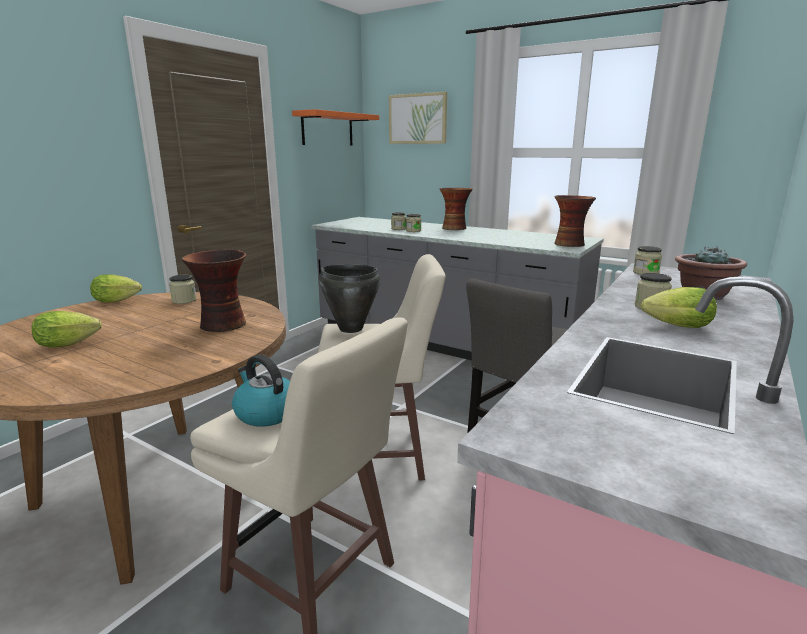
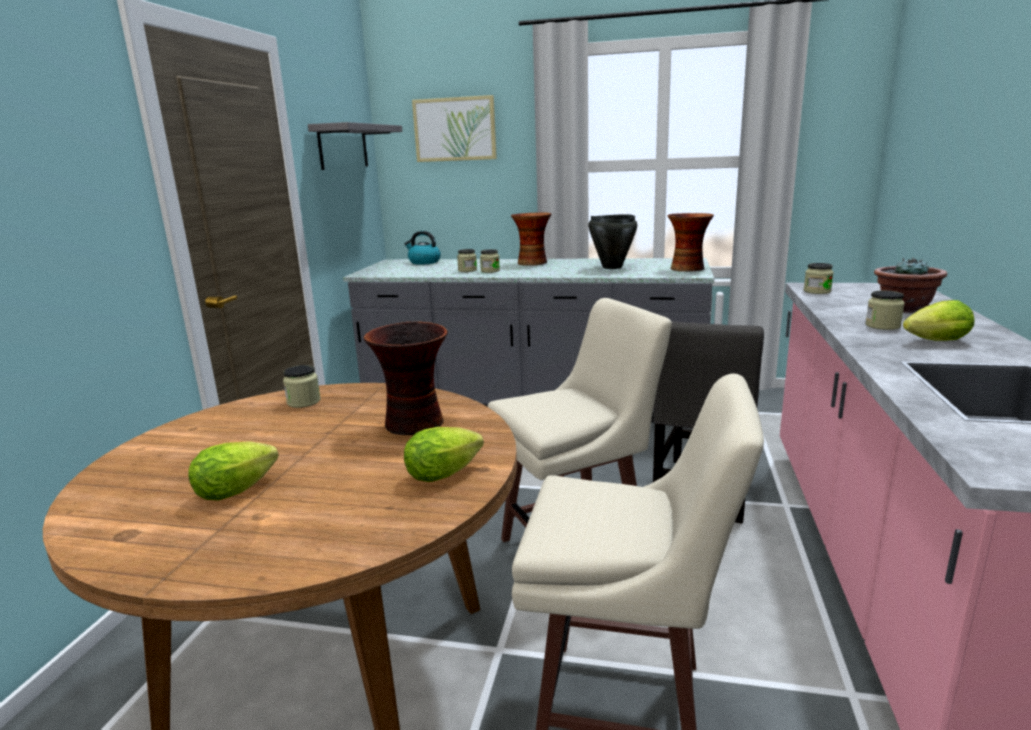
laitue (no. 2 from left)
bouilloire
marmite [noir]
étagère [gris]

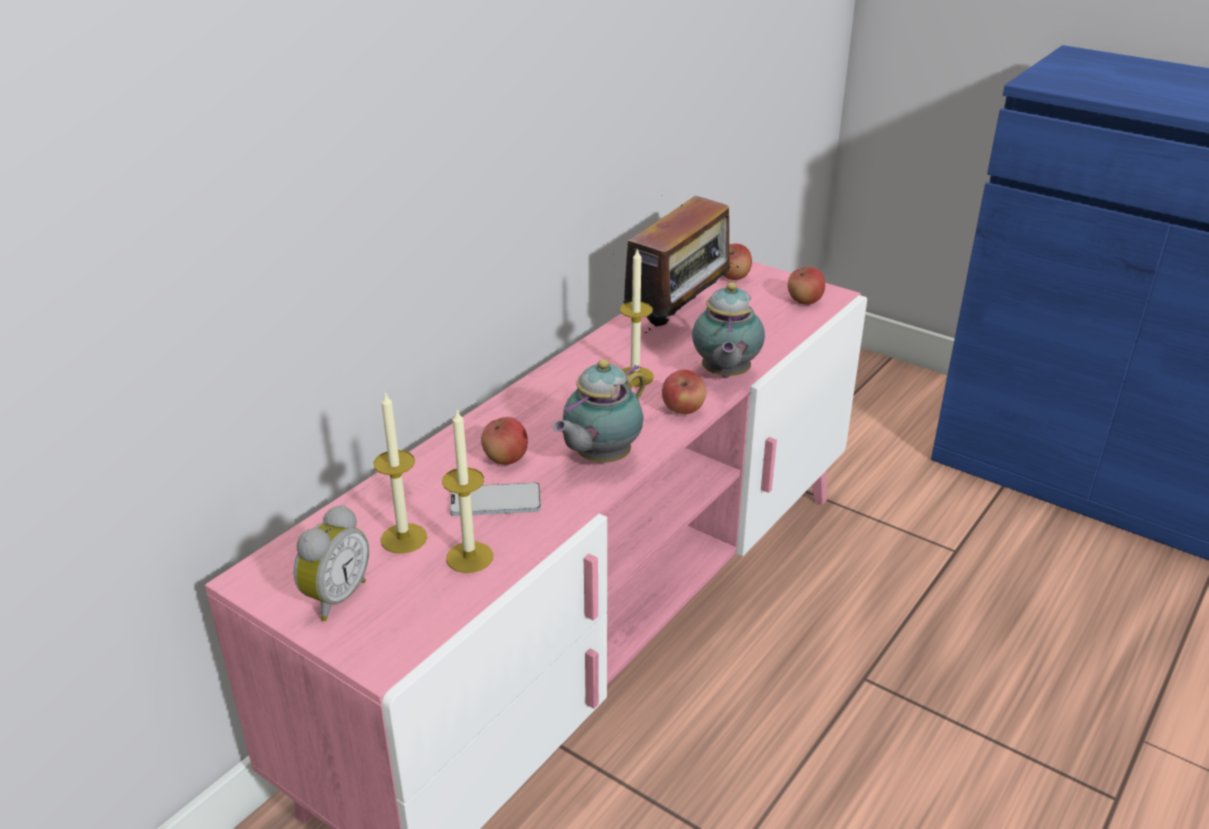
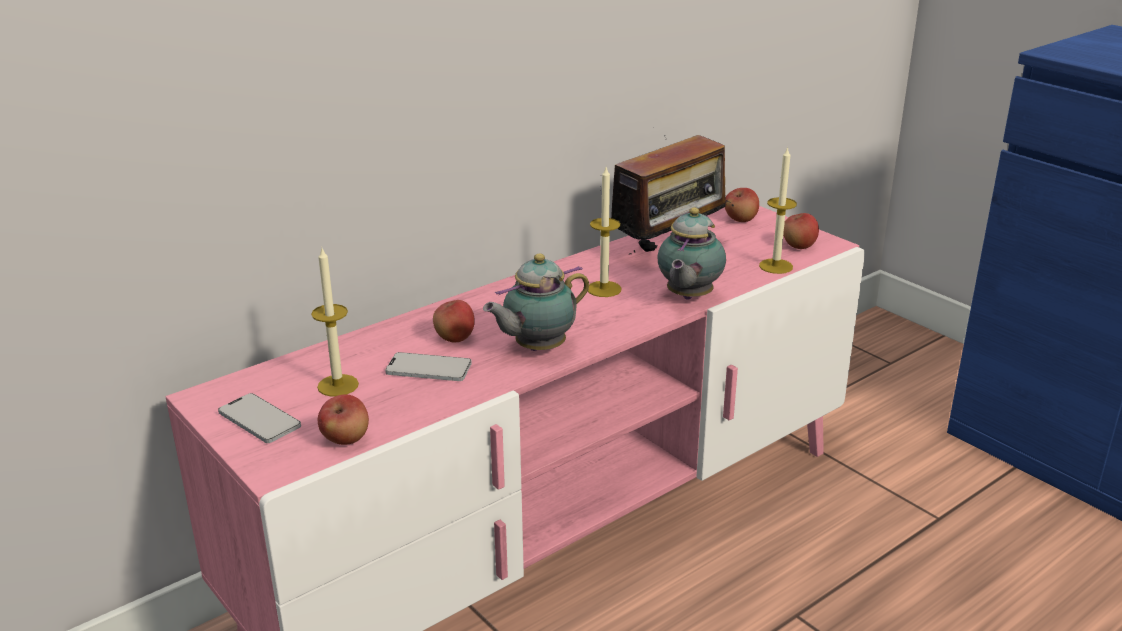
bougie (no. 3 from left)
pomme (no. 1 from left)
téléphone (no. 1 from left)

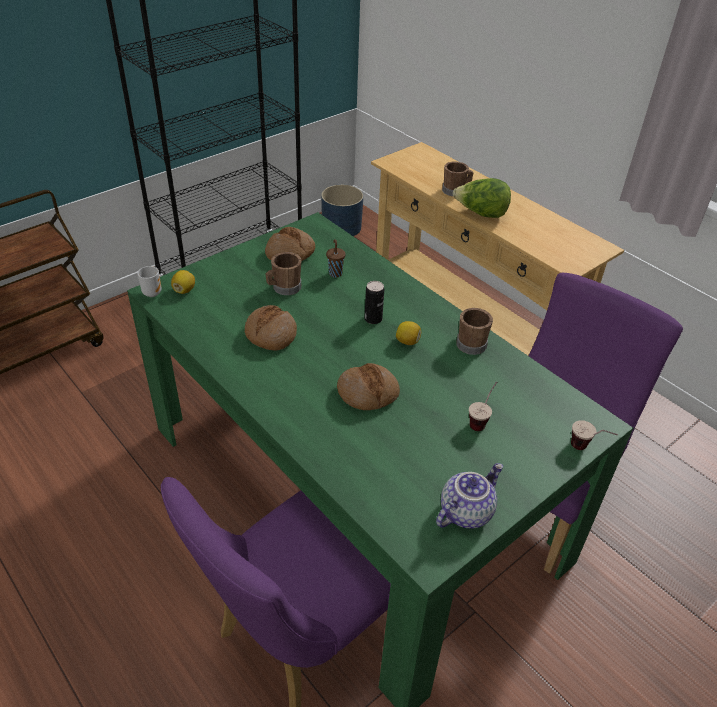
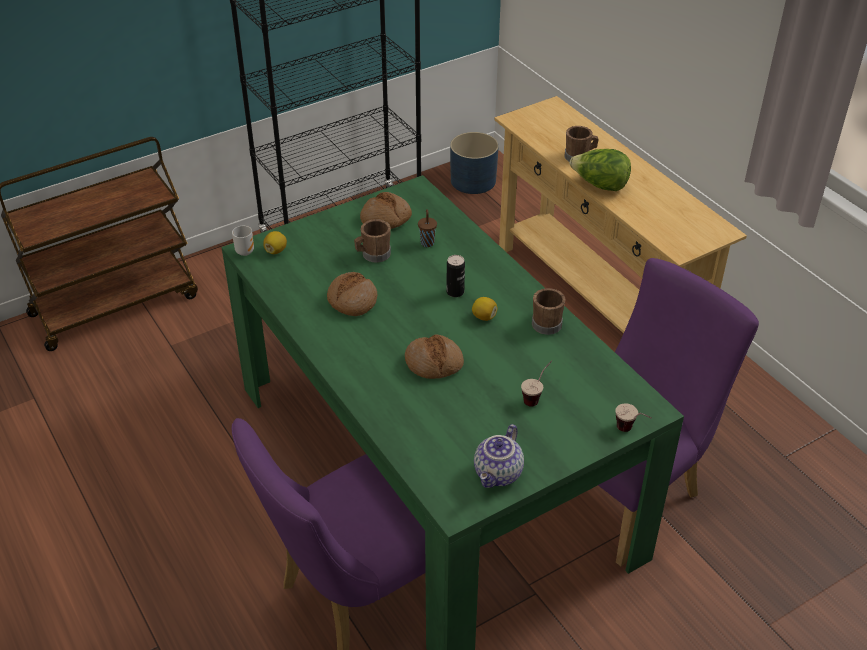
théière

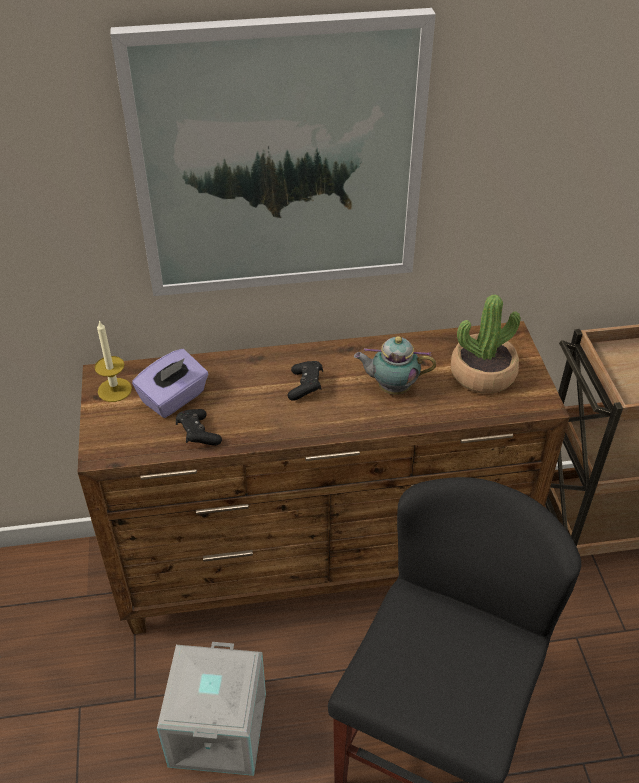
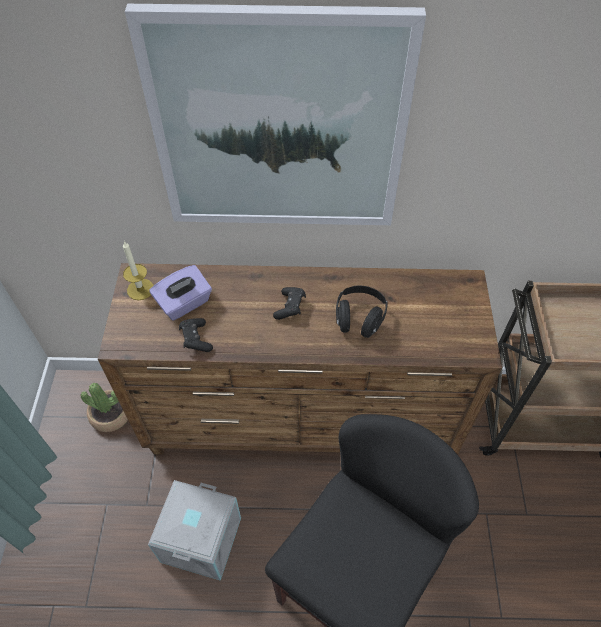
plante en pot
casque audio [noir]

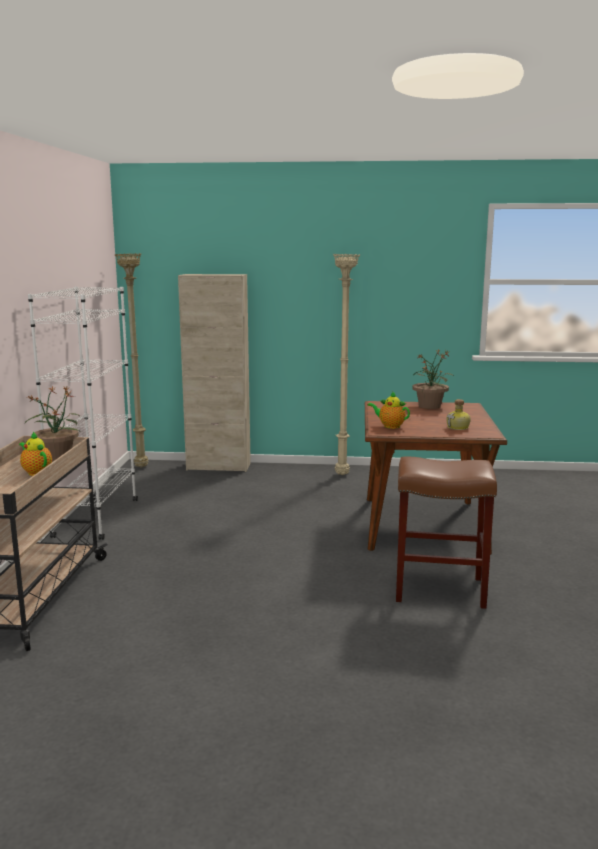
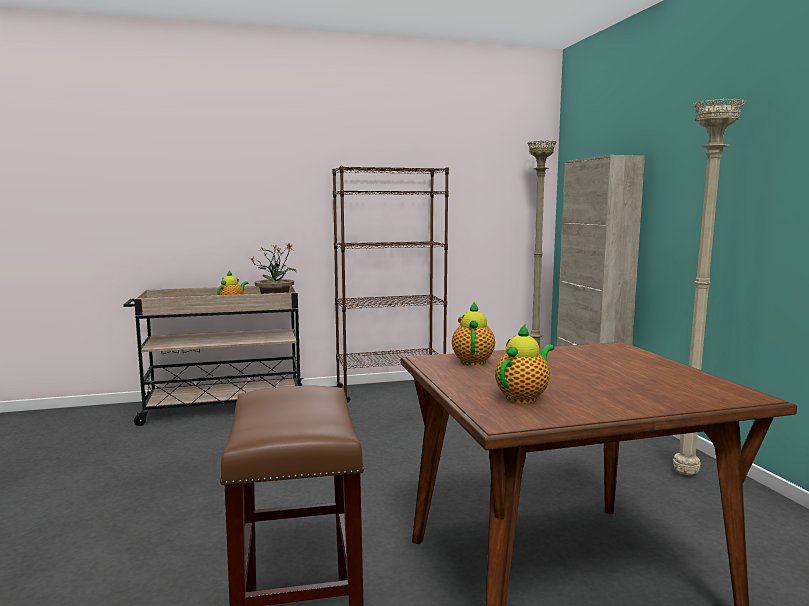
plante en pot (no. 2 from left in the first image)
théière (no. 3 from left)
bibliothèque [marron]

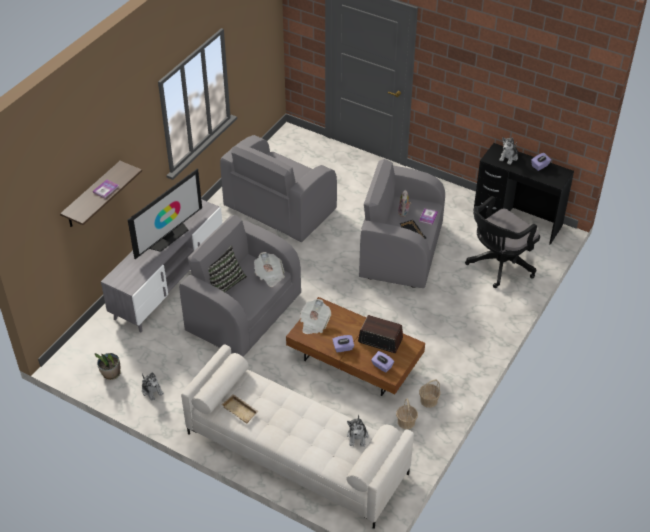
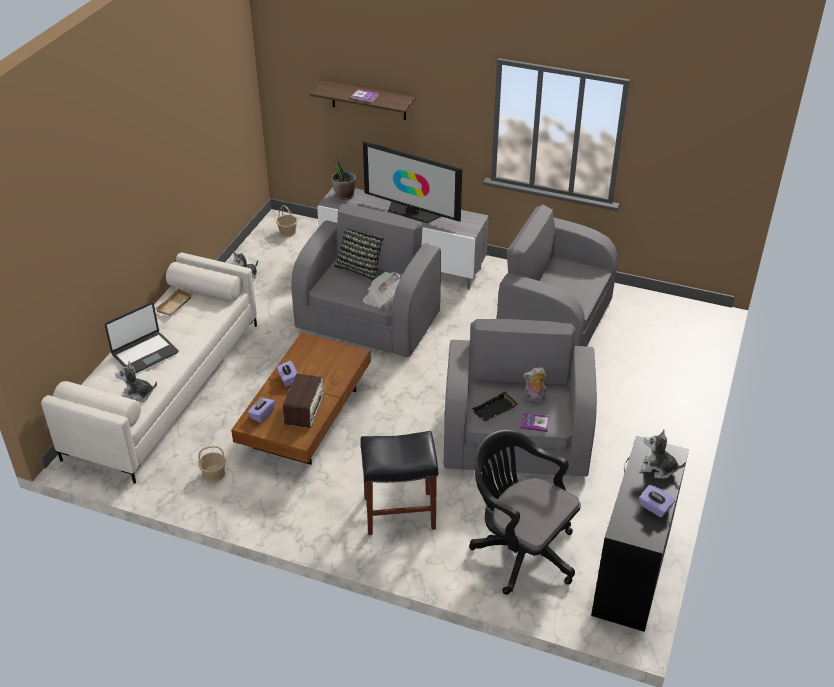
journal (no. 2 from left in the first image)
ordinateur portable
tabouret [noir]
plante en pot
panier (no. 2 from left)

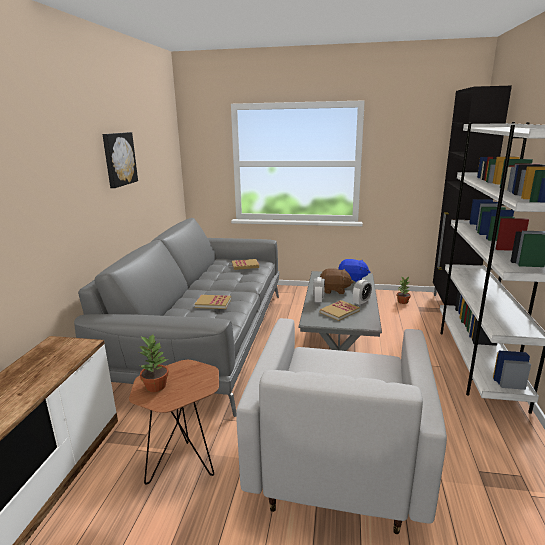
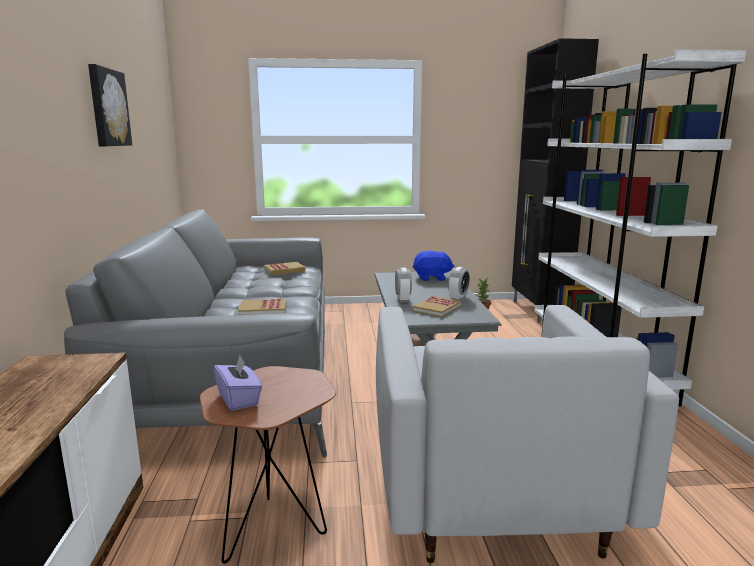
peluche [marron]
boîte à mouchoirs [violet]

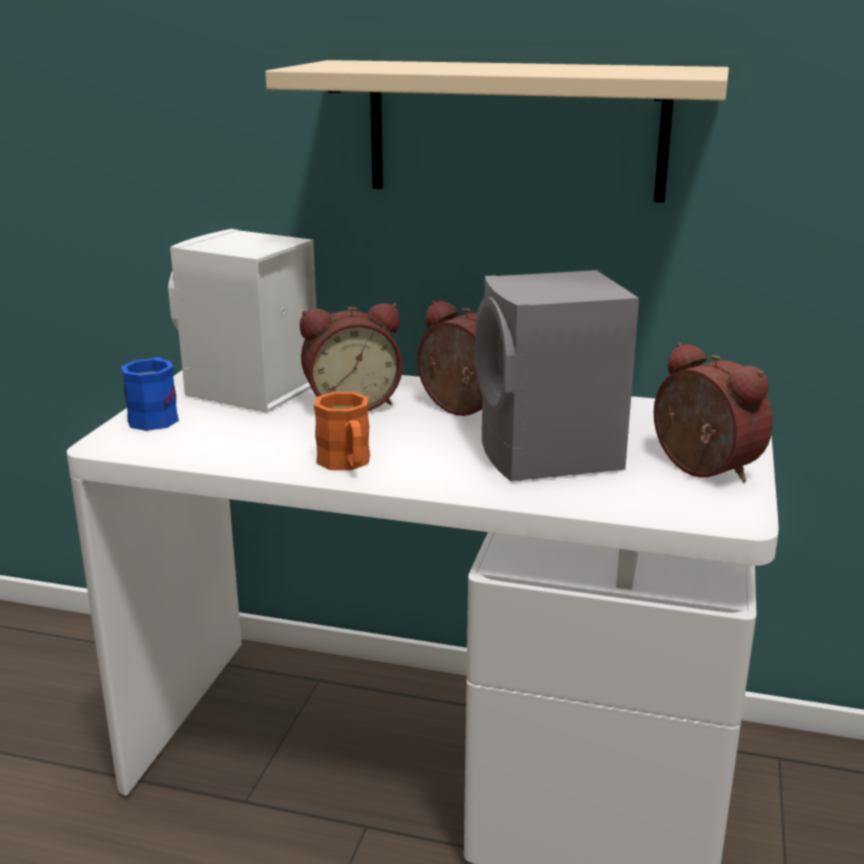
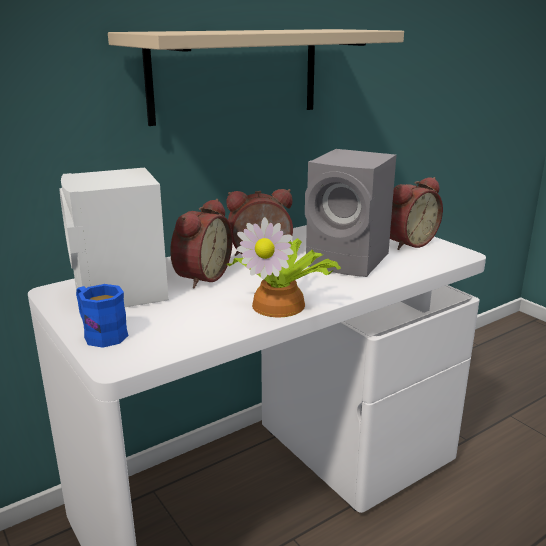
plante en pot
réveil (no. 3 from left)

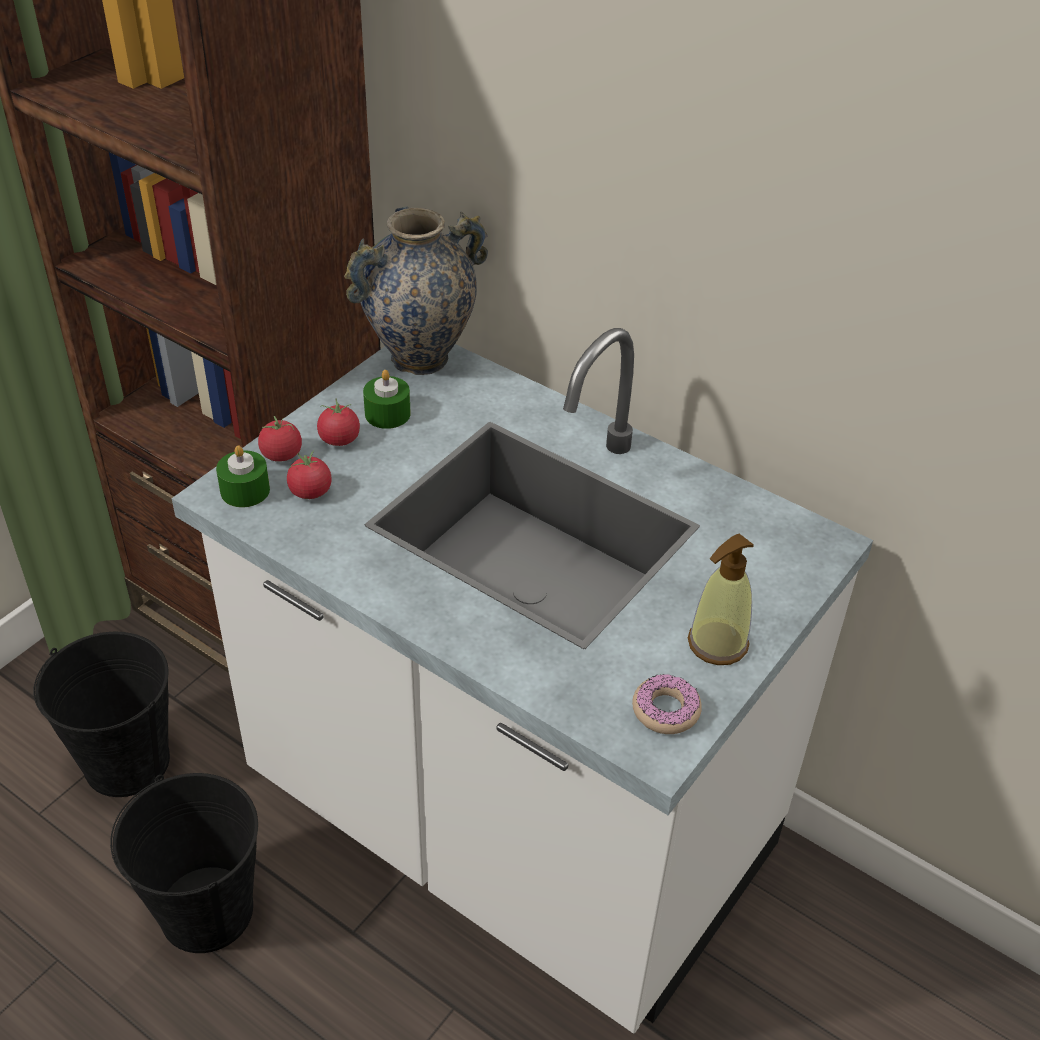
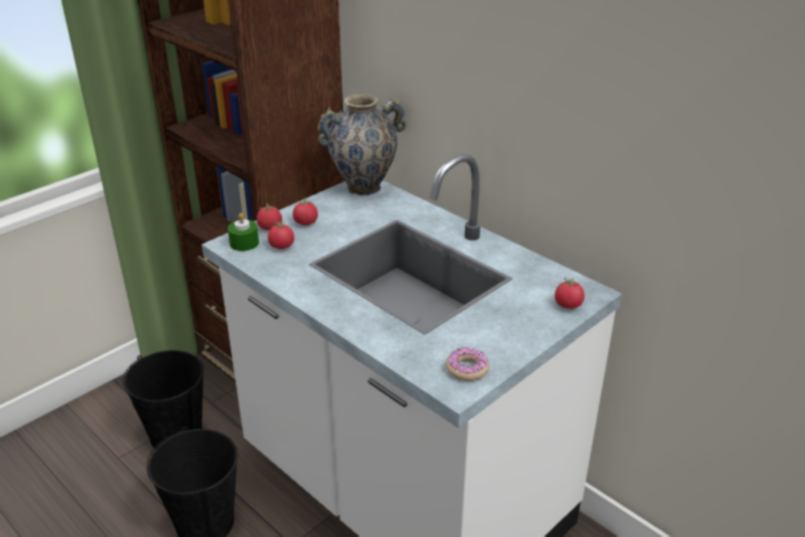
bougie [vert] (no. 2 from left in the first image)
distributeur de savon
tomate (no. 4 from left)

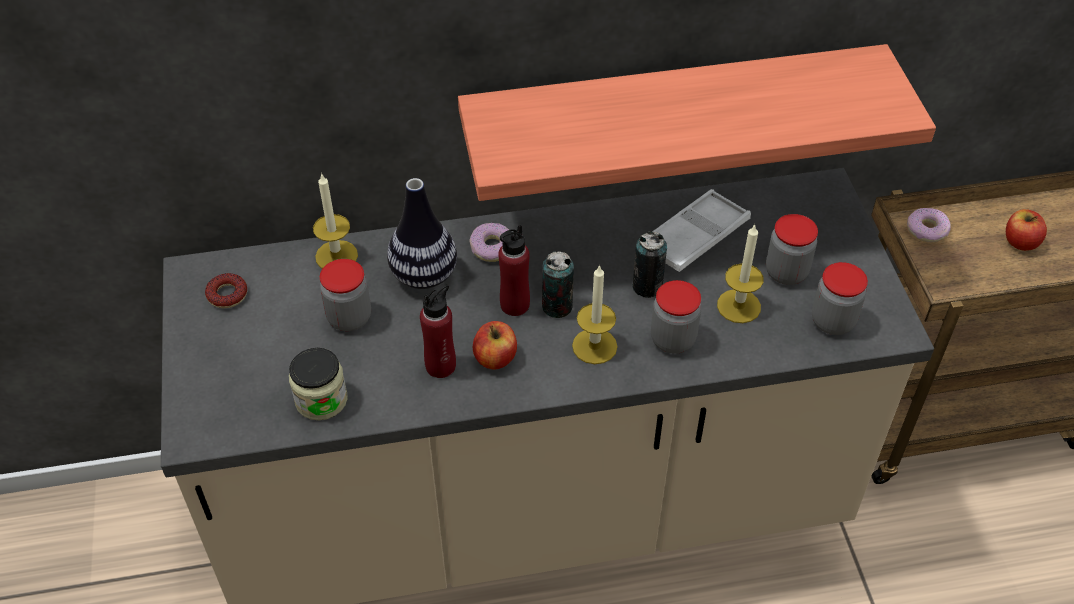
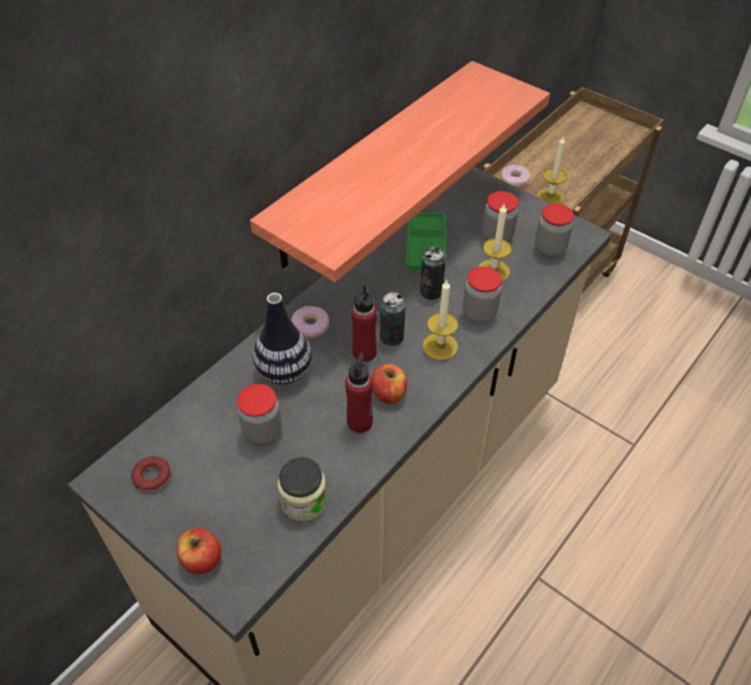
bougie (no. 3 from left)
pomme (no. 1 from left)
plateau [vert]

